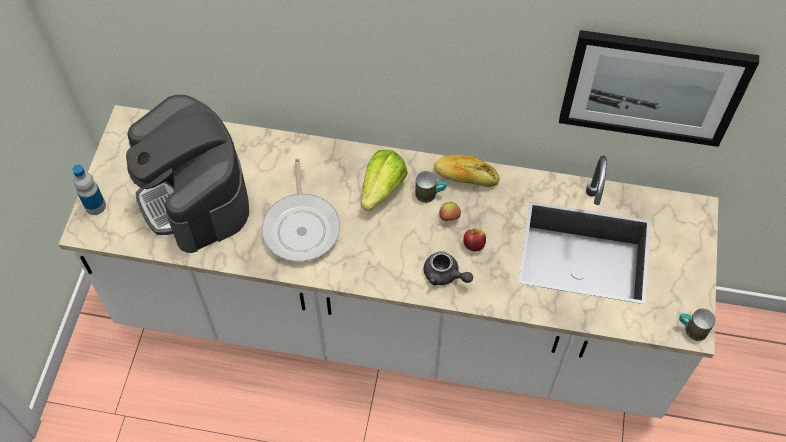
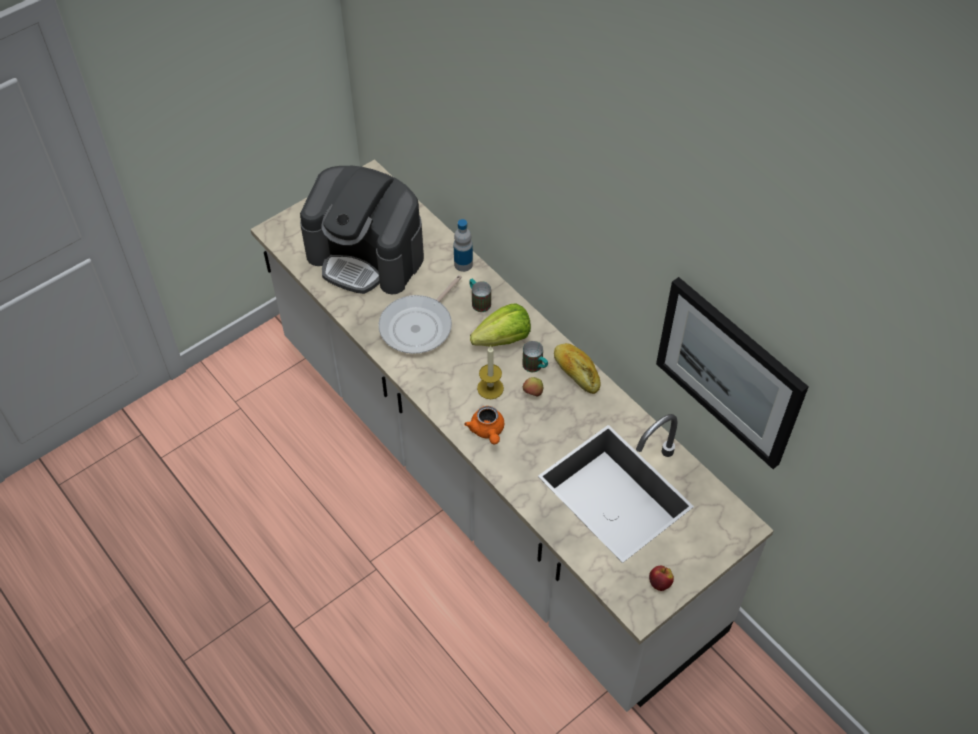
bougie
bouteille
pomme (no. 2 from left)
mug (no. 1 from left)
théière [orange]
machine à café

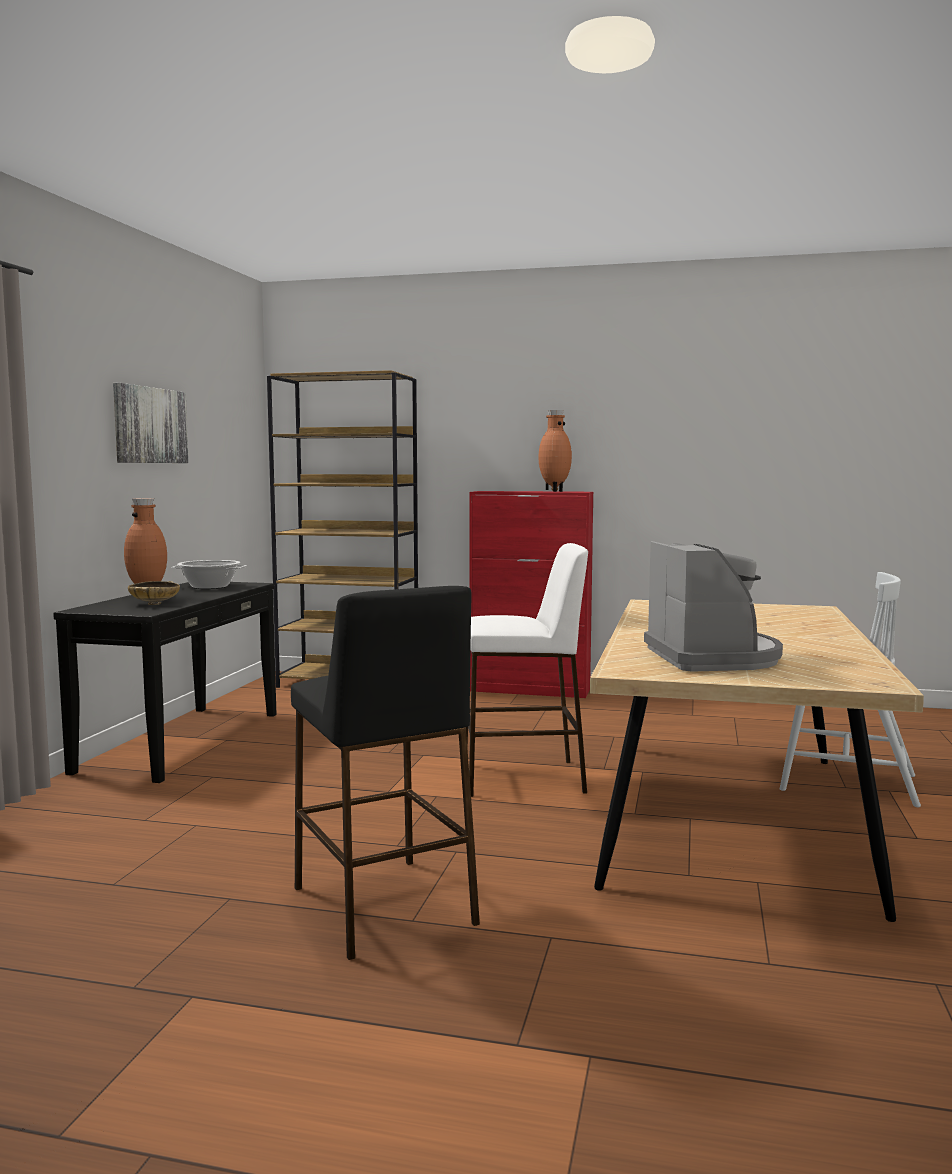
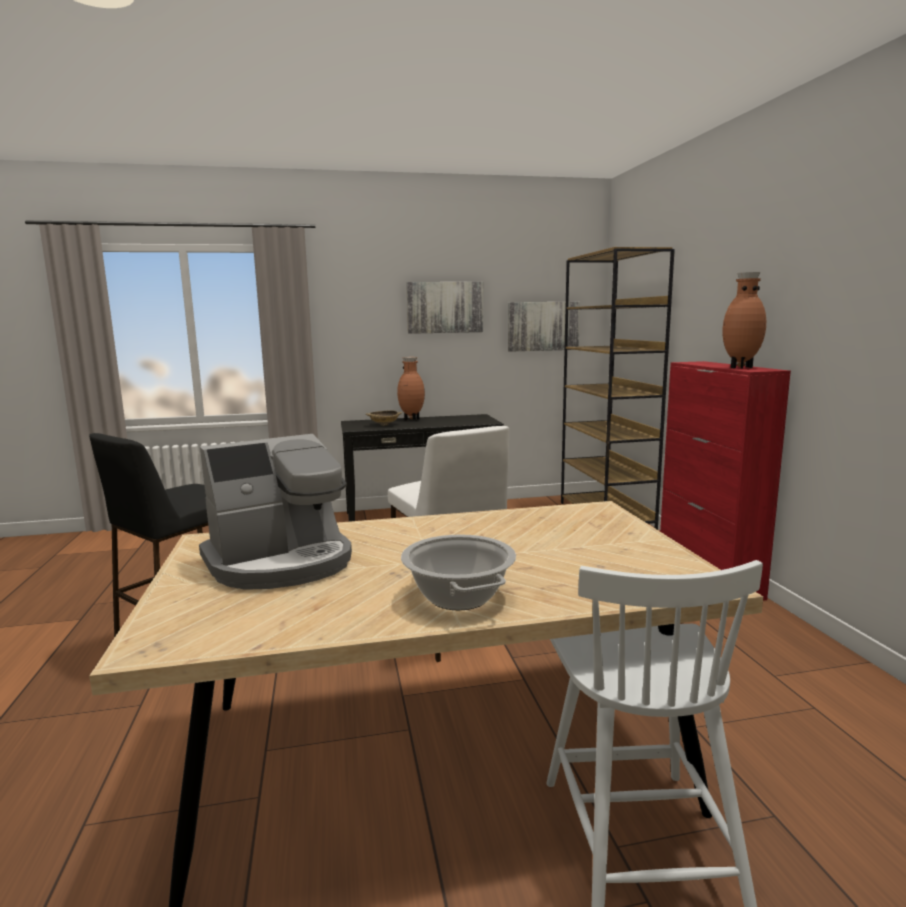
tableau (no. 2 from left)
marmite

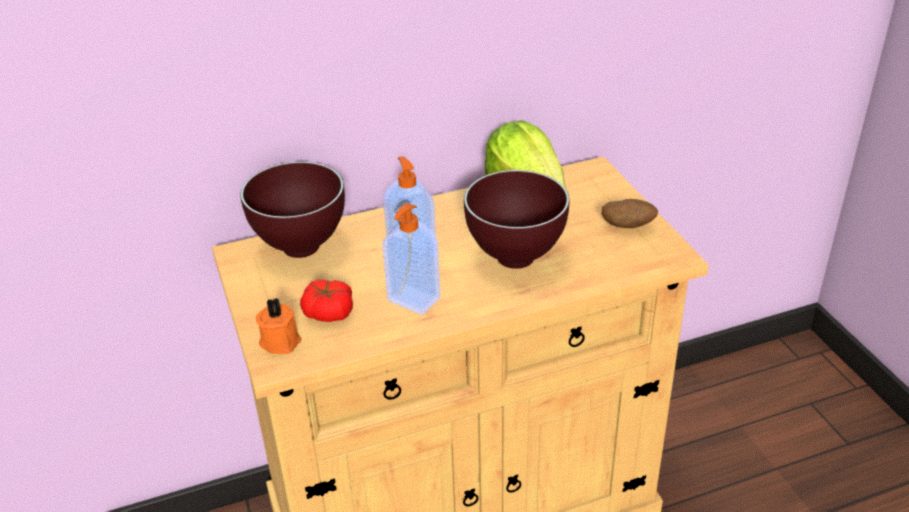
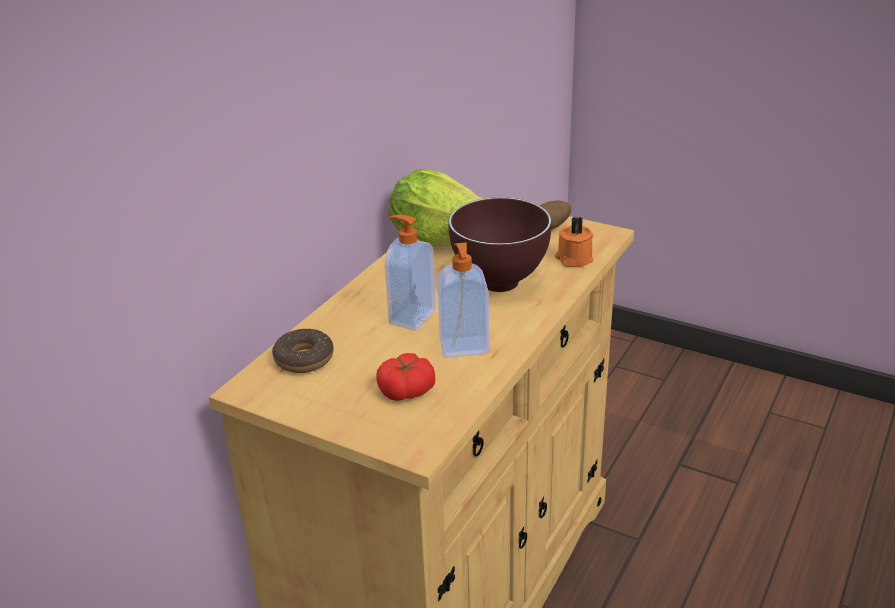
bougie [orange]
beignet

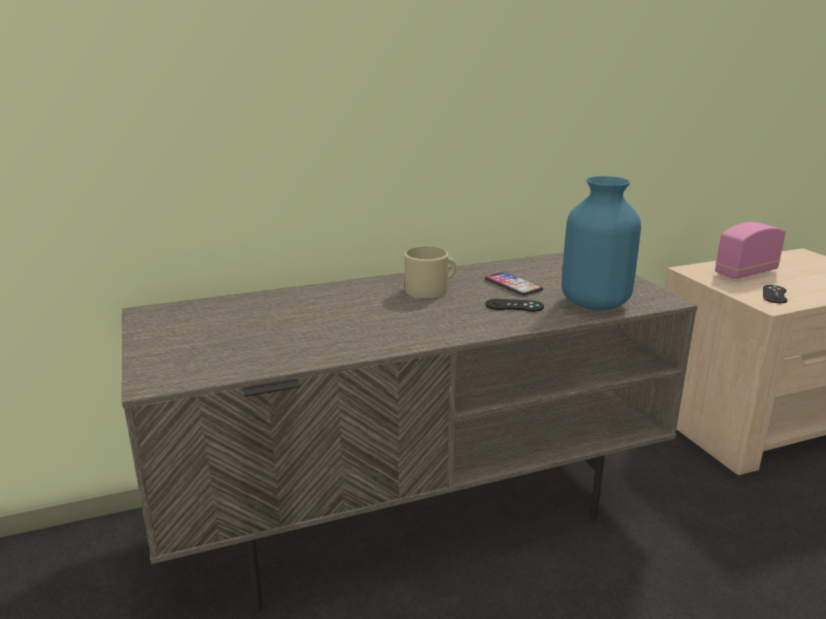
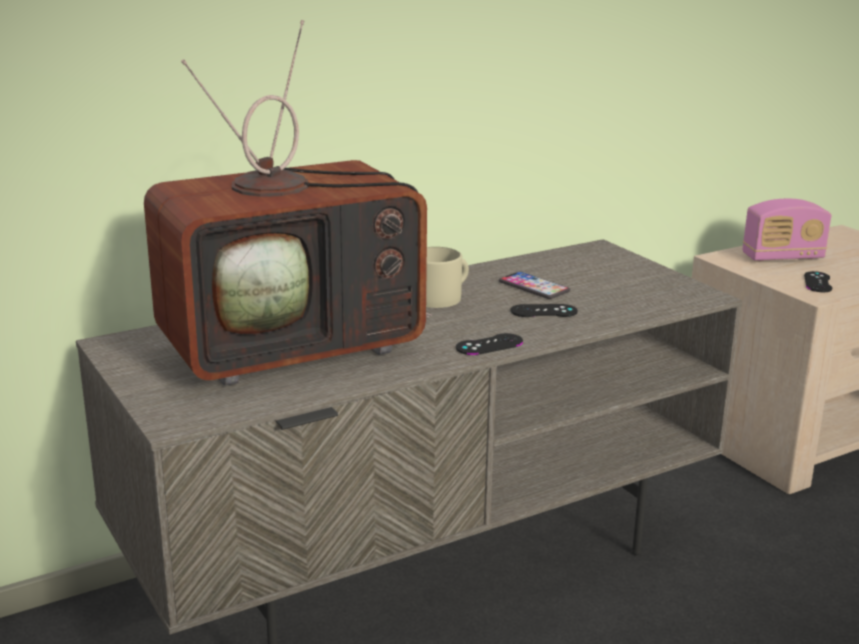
vase [bleu]
téléviseur
manette [noir] (no. 1 from left)
radio

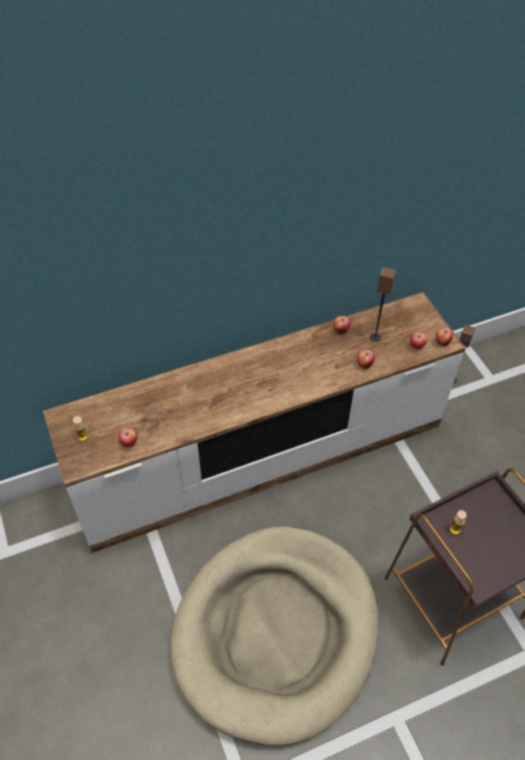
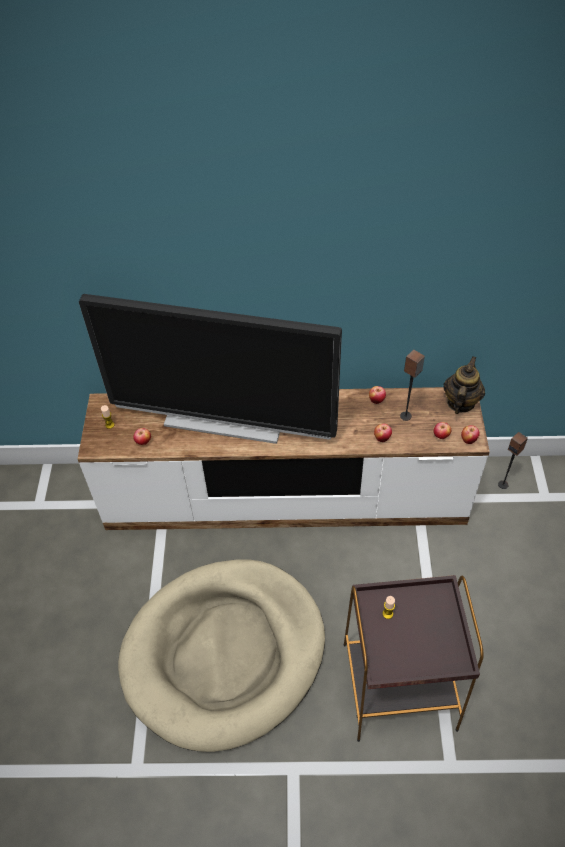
téléviseur
théière

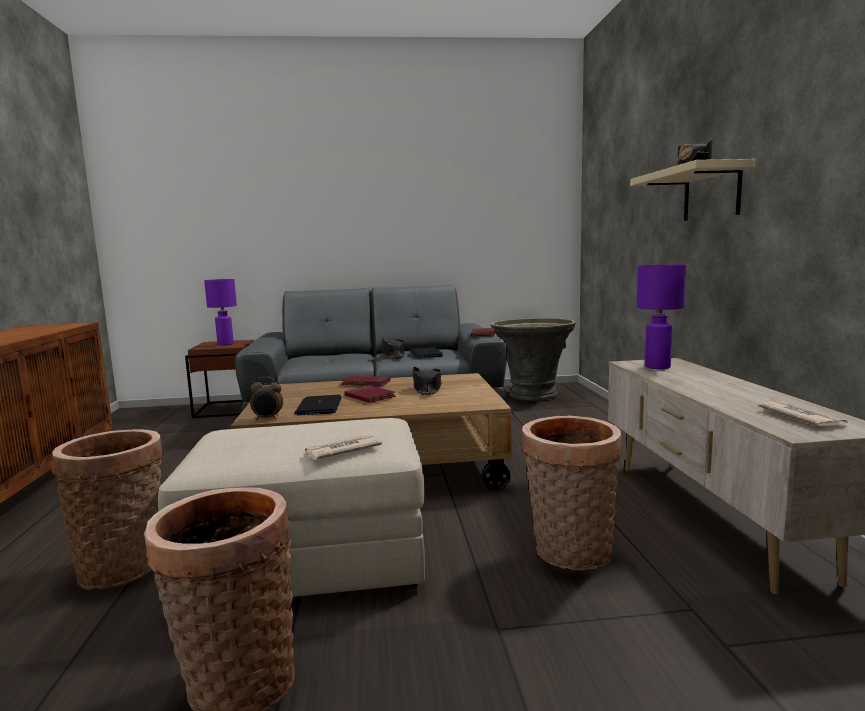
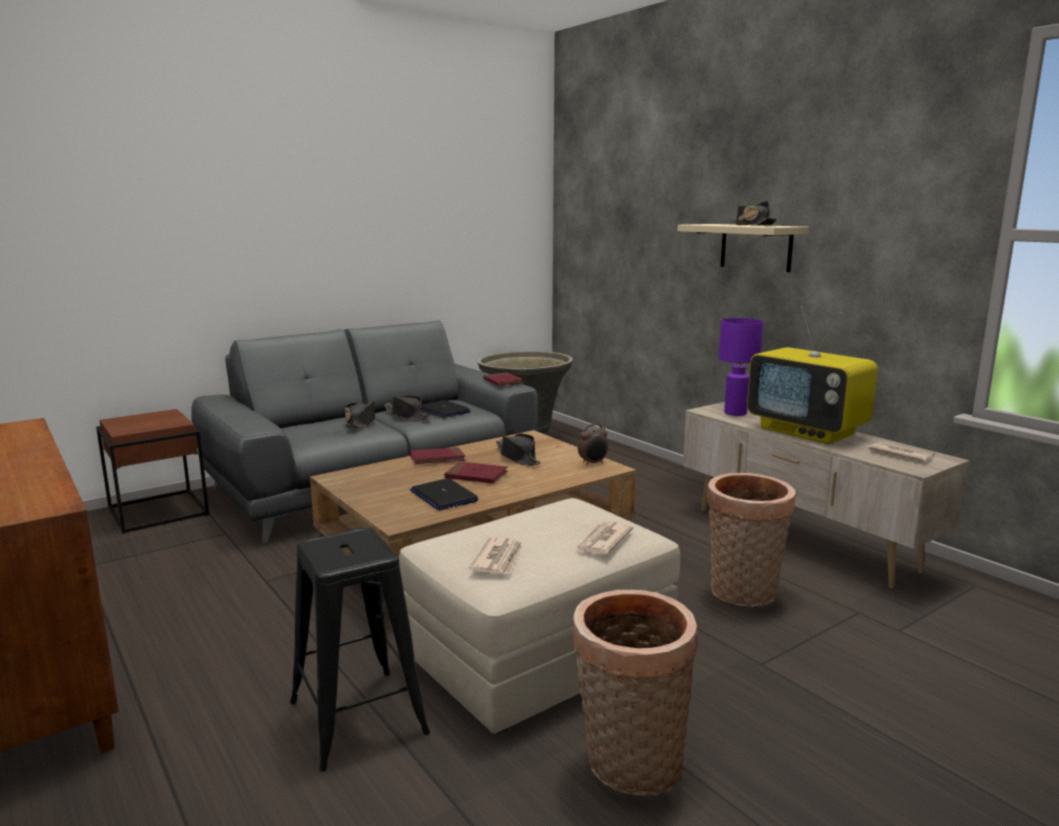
lampe de table [violet] (no. 1 from left in the first image)
chapeau [noir] (no. 1 from left)
journal (no. 1 from left)
téléviseur
réveil
tabouret [noir]

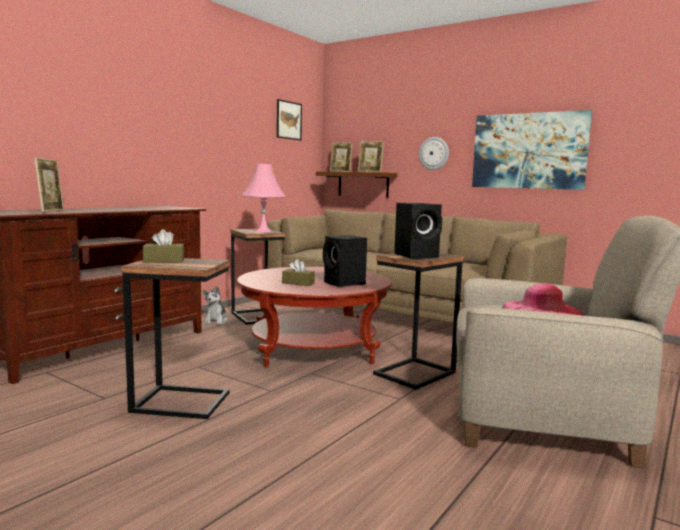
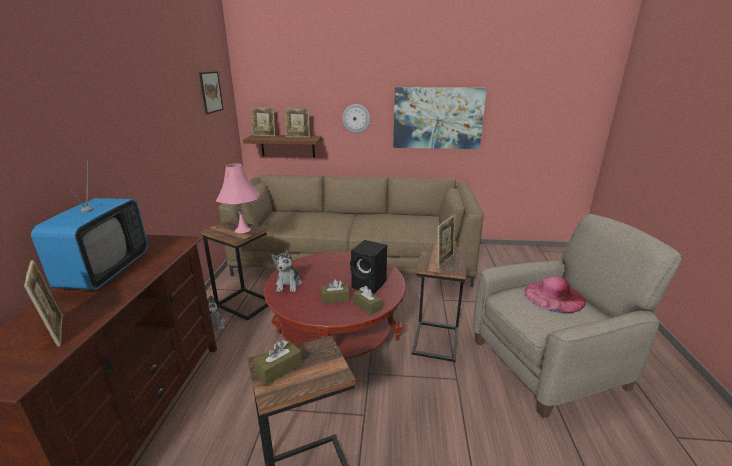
téléviseur
peluche (no. 2 from left)
boîte à mouchoirs [marron] (no. 3 from left)
cadre photo (no. 4 from left)

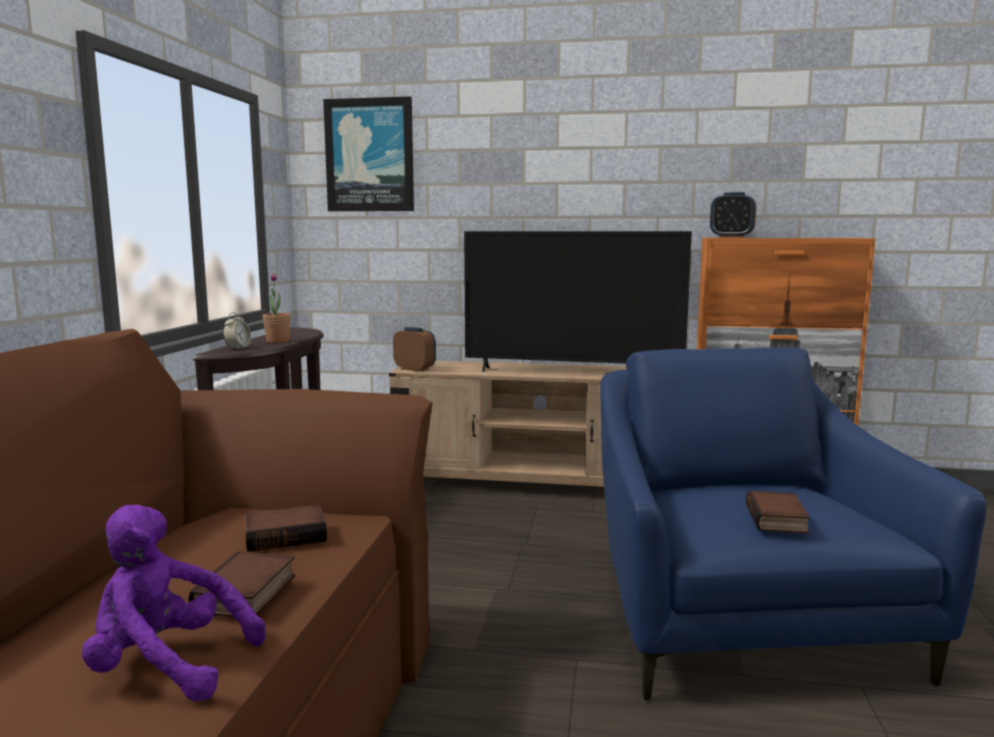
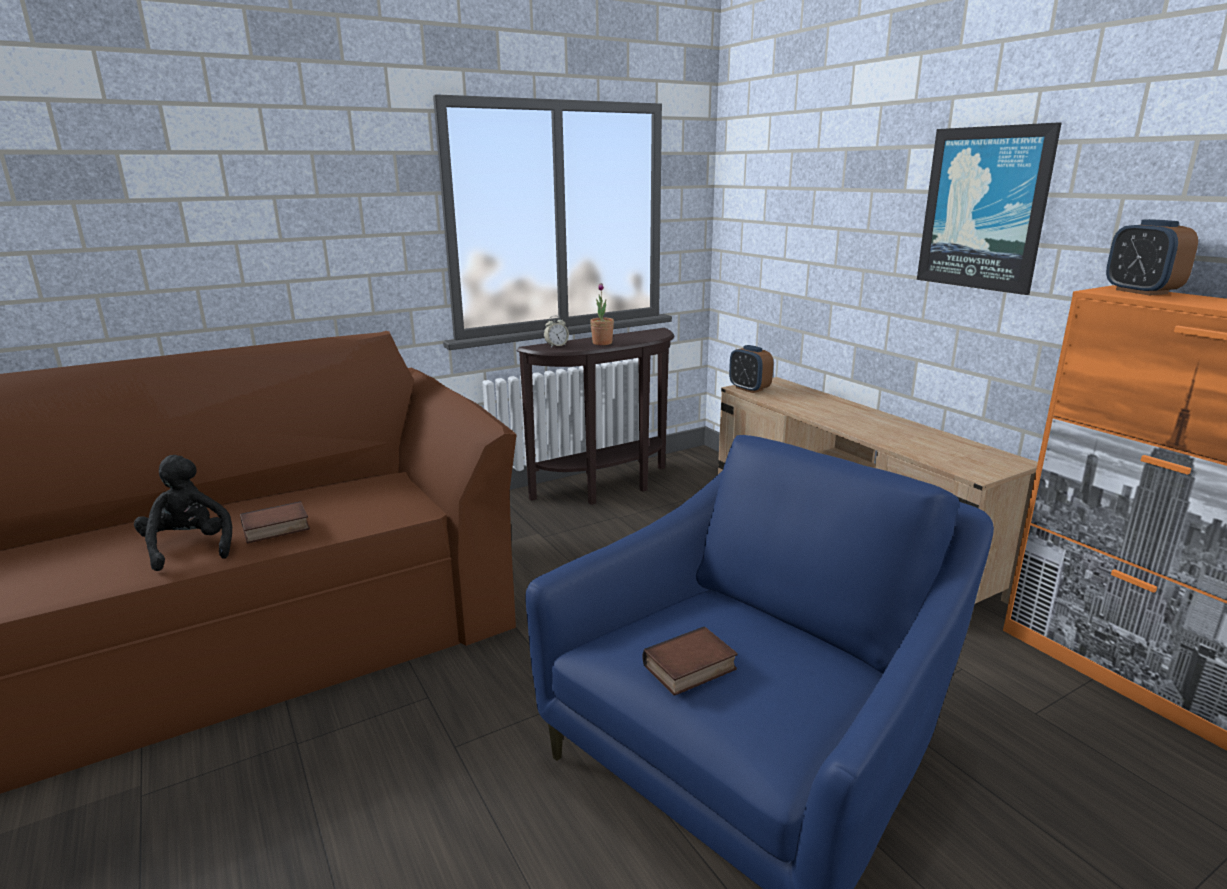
livre (no. 2 from left in the first image)
téléviseur
tableau
peluche [noir]
réveil (no. 2 from left)

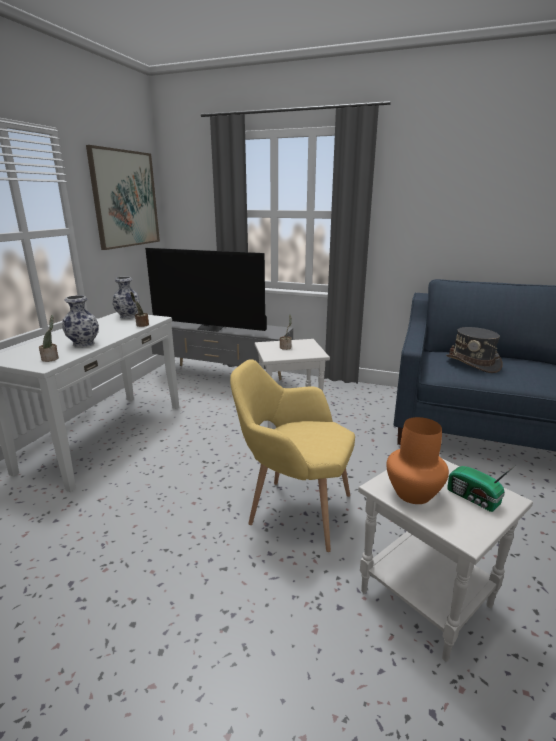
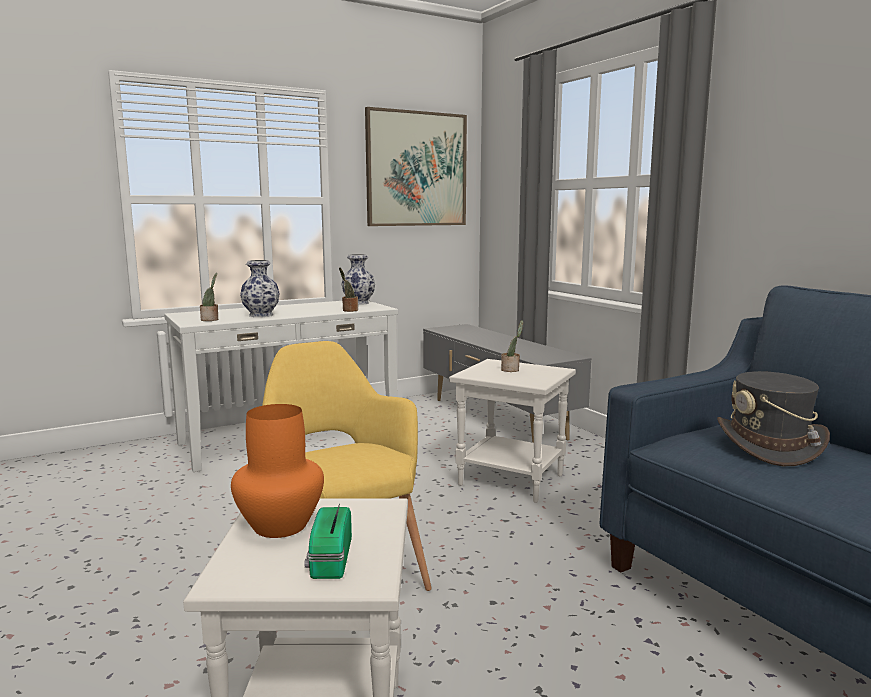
téléviseur

